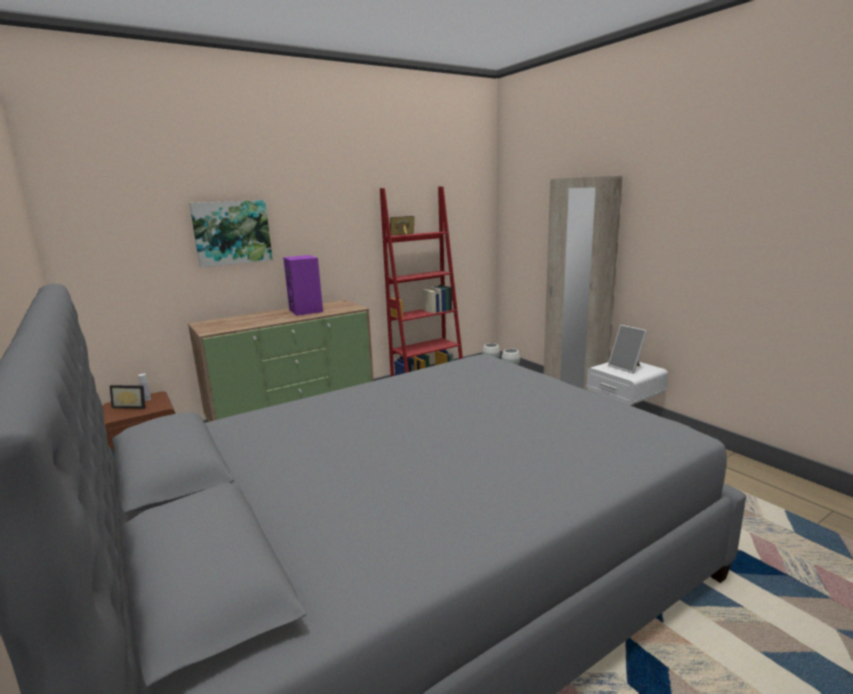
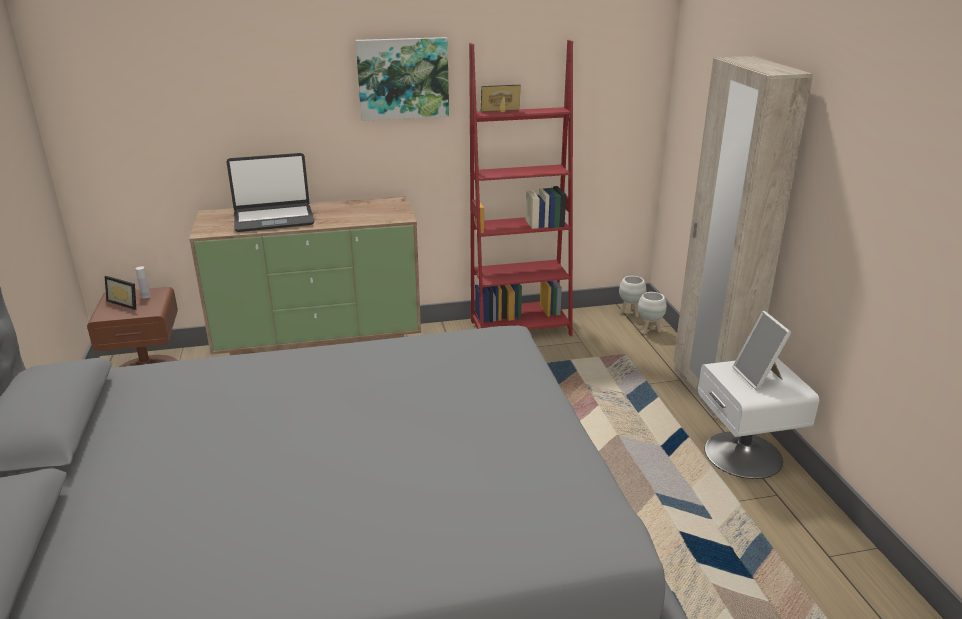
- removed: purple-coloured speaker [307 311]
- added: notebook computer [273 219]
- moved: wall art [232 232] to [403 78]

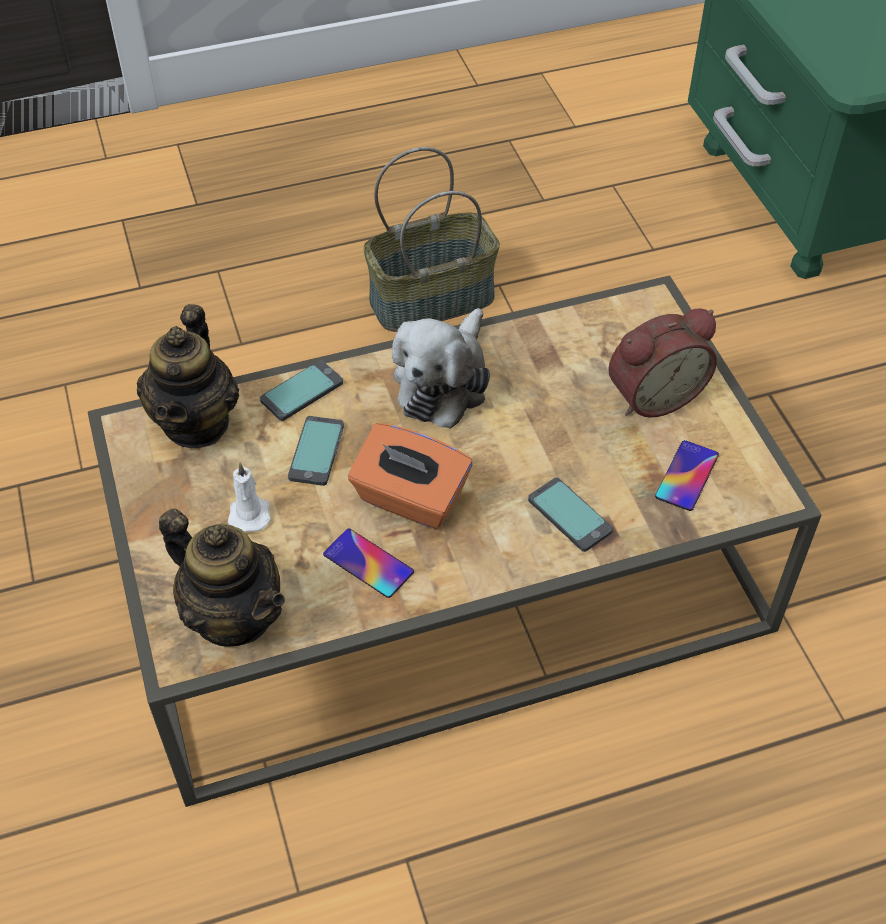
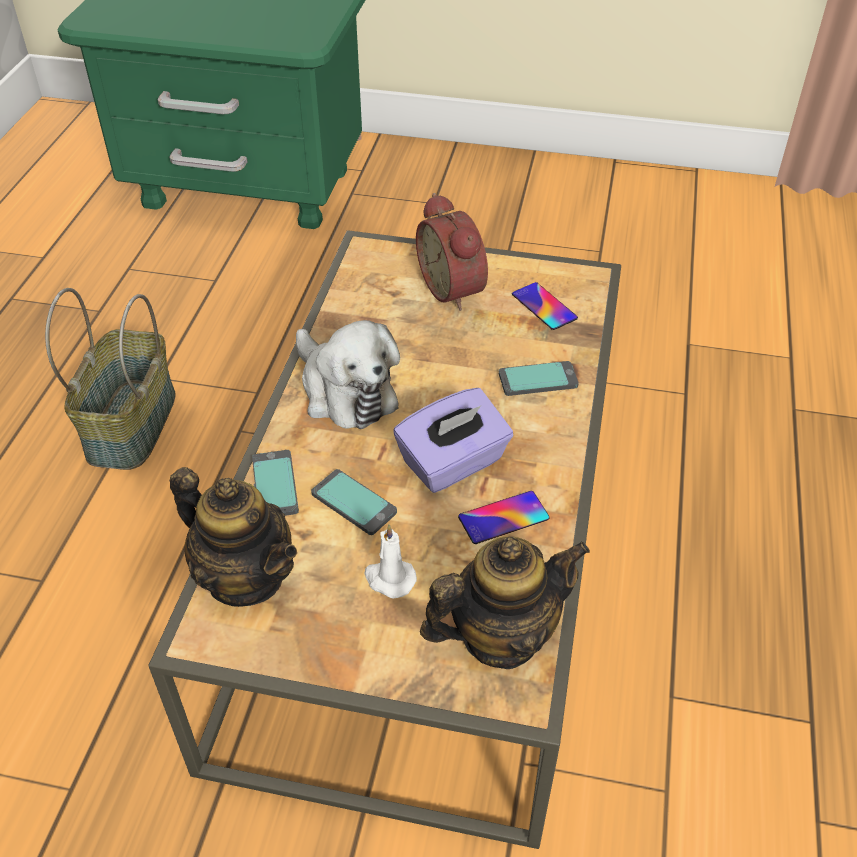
- recoloured: orange-coloured tissue box [410 498] to purple-coloured tissue box [453 463]
- turned: bedside clock [652 394] = [455 288] 150 degrees clockwise

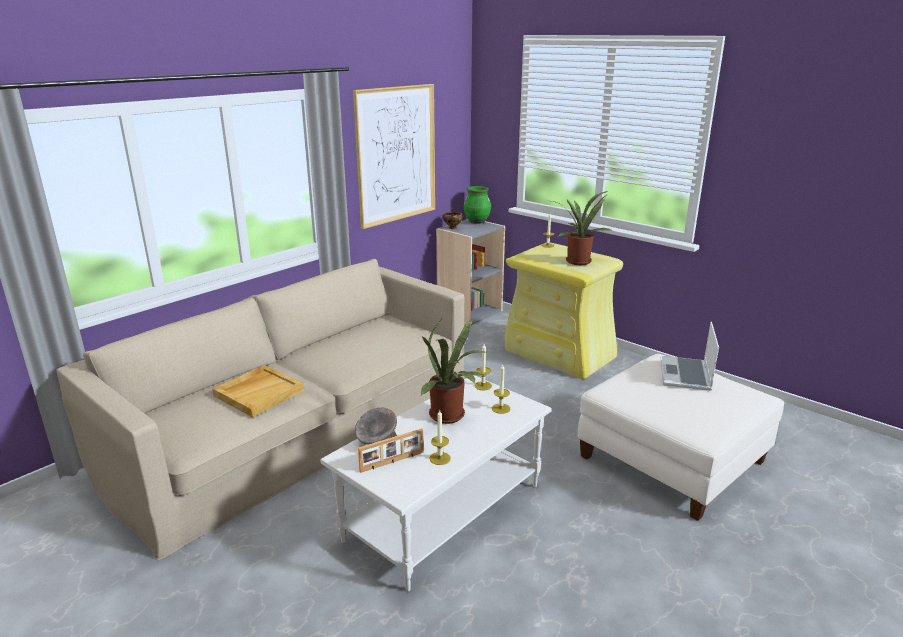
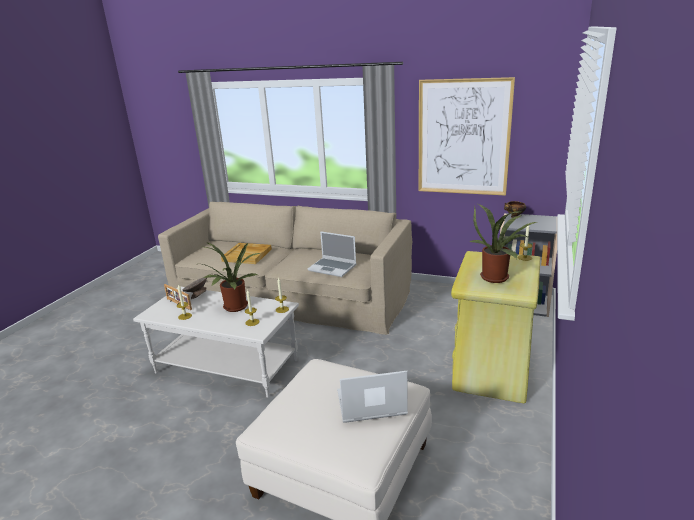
- removed: green-coloured flower vase [477 222]
- added: notebook computer [333 268]

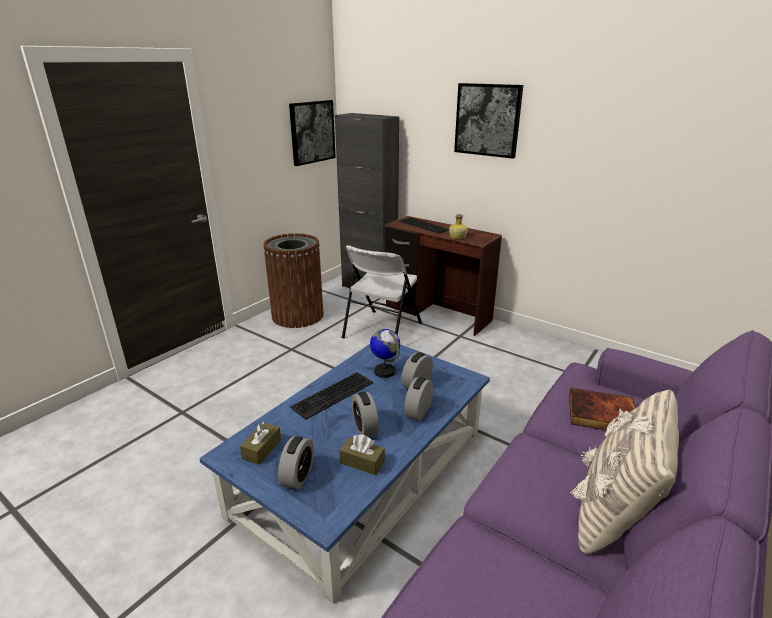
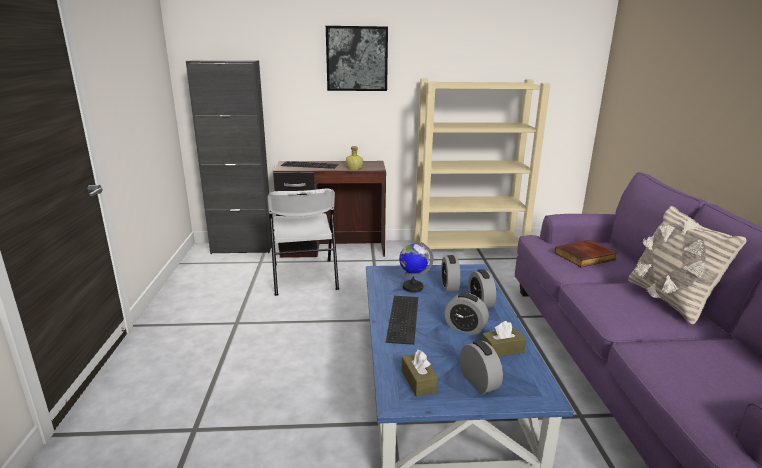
- removed: brown rubbish bin [298 315]
- removed: wall art [312 132]
- added: beige bookcase [468 250]

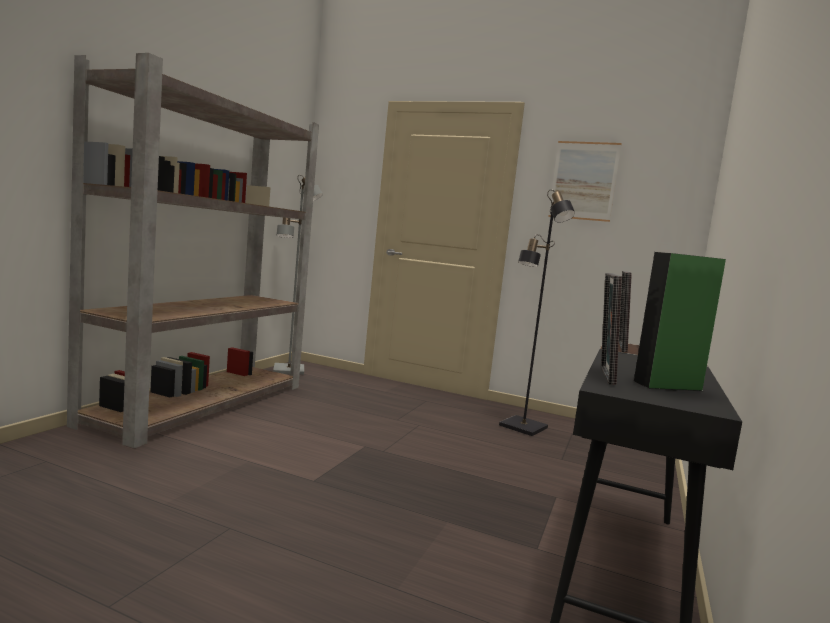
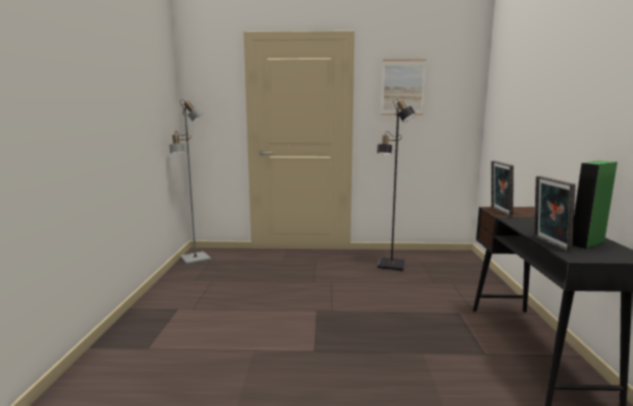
- removed: brown bookcase [201 404]

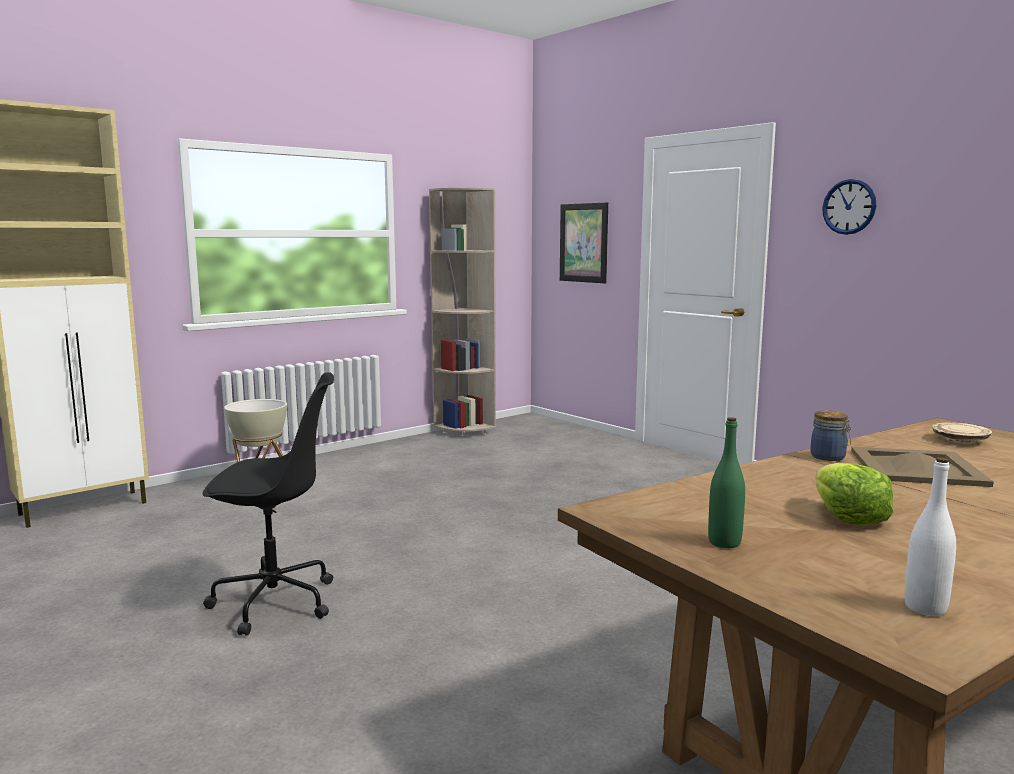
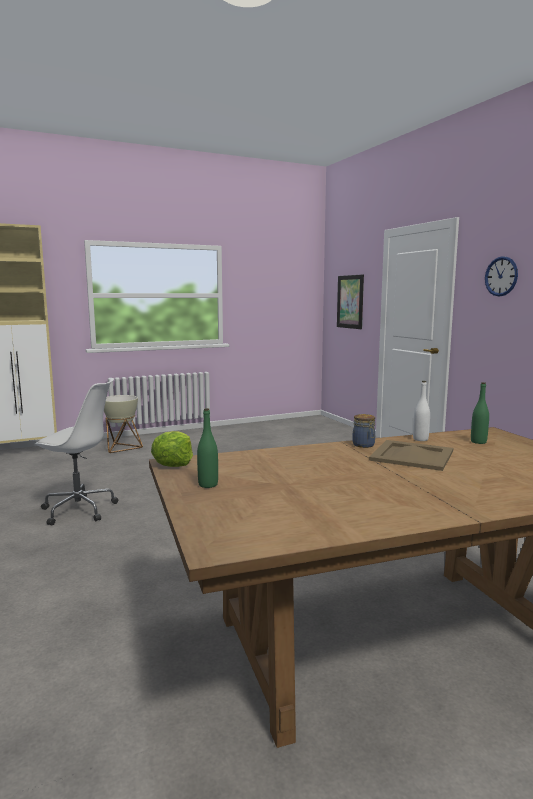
- removed: beige bookcase [464 432]
- moved: lettuce head [847 517] to [174 462]
- moved: white-coloured bottle [925 608] to [420 439]
- replaced: beige flat dish [960 440] to green-coloured bottle [478 442]
- recoloured: black desk chair [278 602] to white-coloured desk chair [81 510]

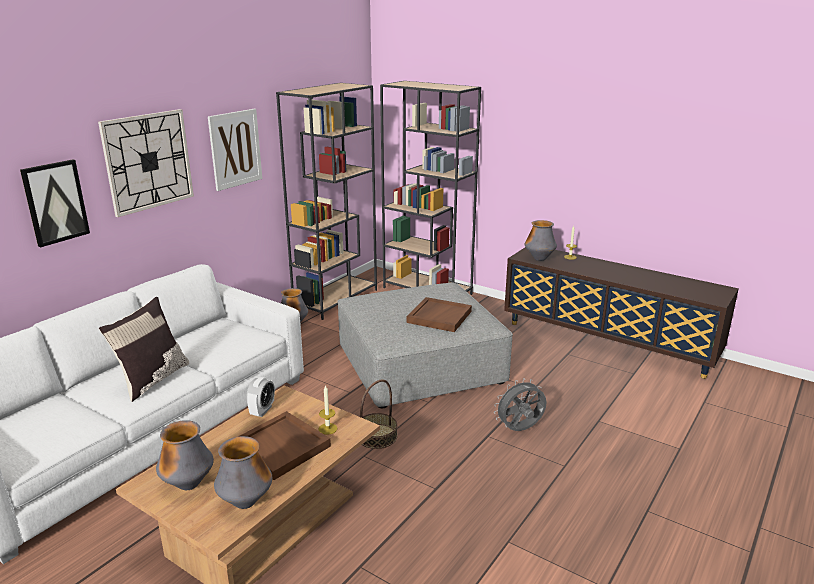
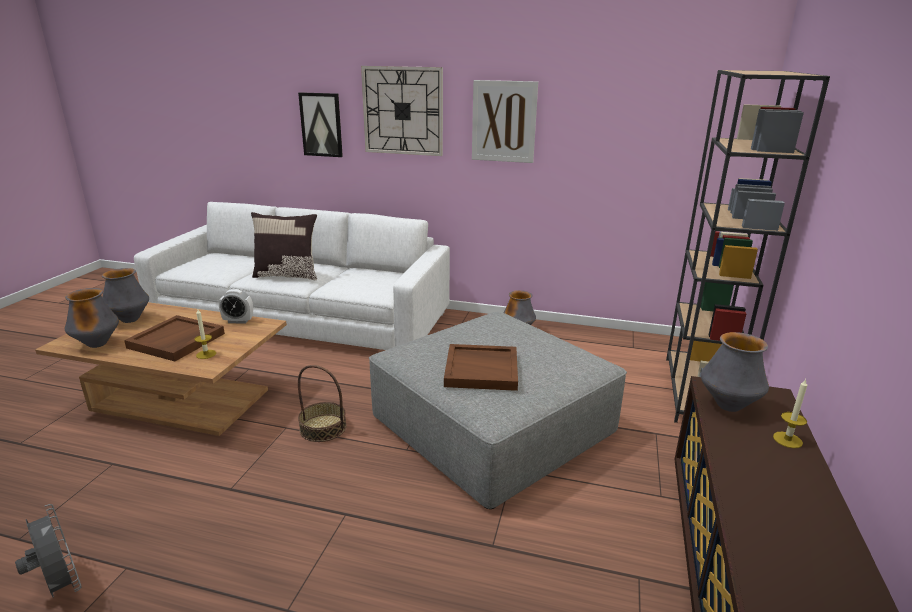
- removed: bookcase [336 299]
- moved: greyish fan [520 430] to [61 586]

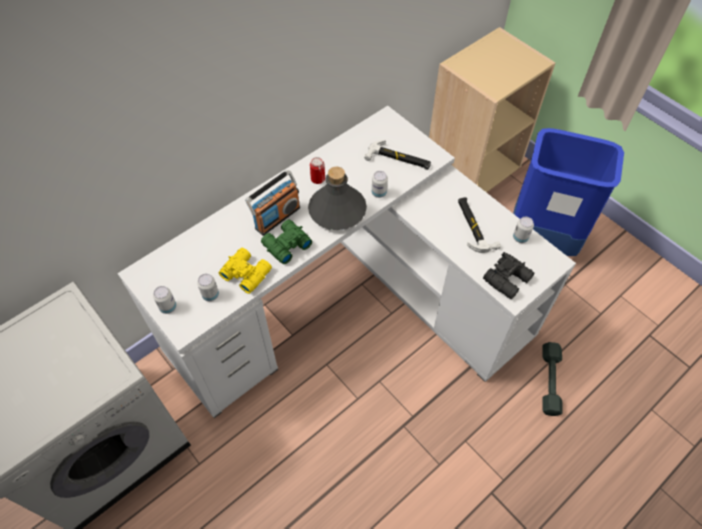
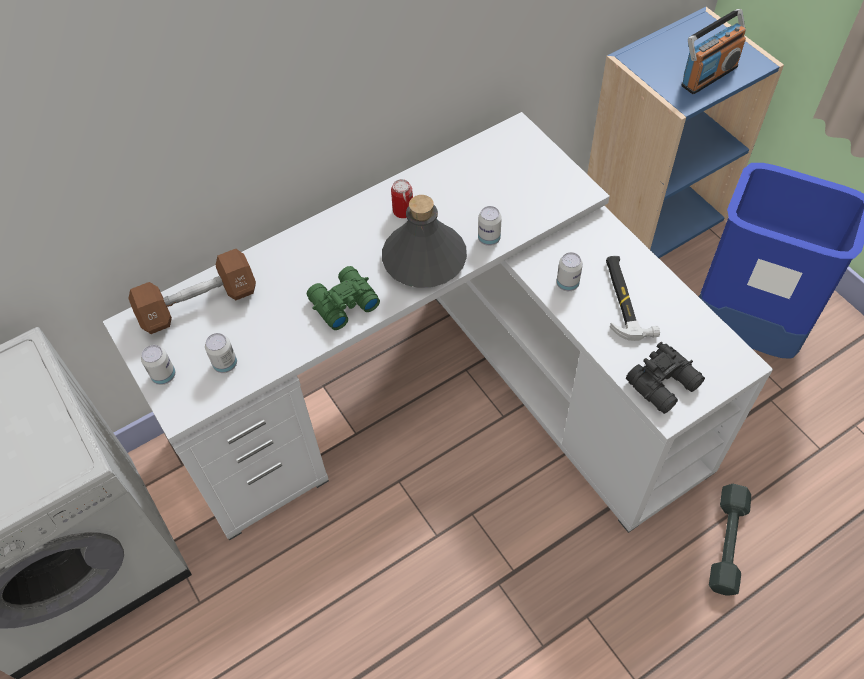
- removed: yellowish field glasses [246 273]
- removed: tool hammer [398 159]
- added: brown hand weight [199 304]
- moved: radio receiver [277 217] to [708 76]
- moved: metal can [520 238] to [567 284]
- recoloured: beige bookcase [472 166] to bluish bookcase [654 212]

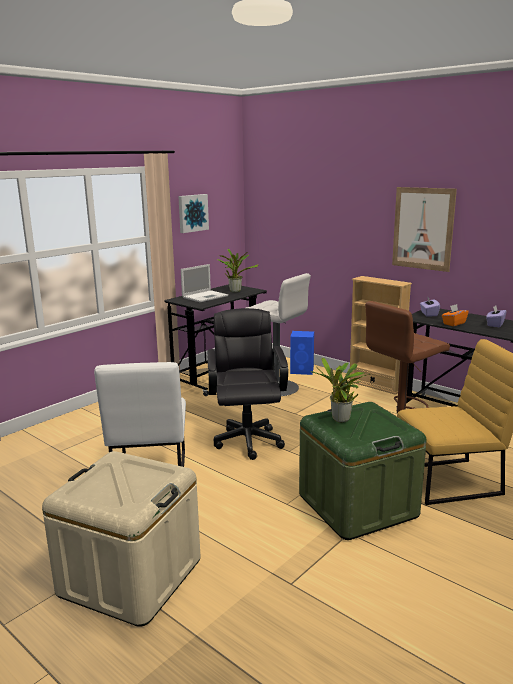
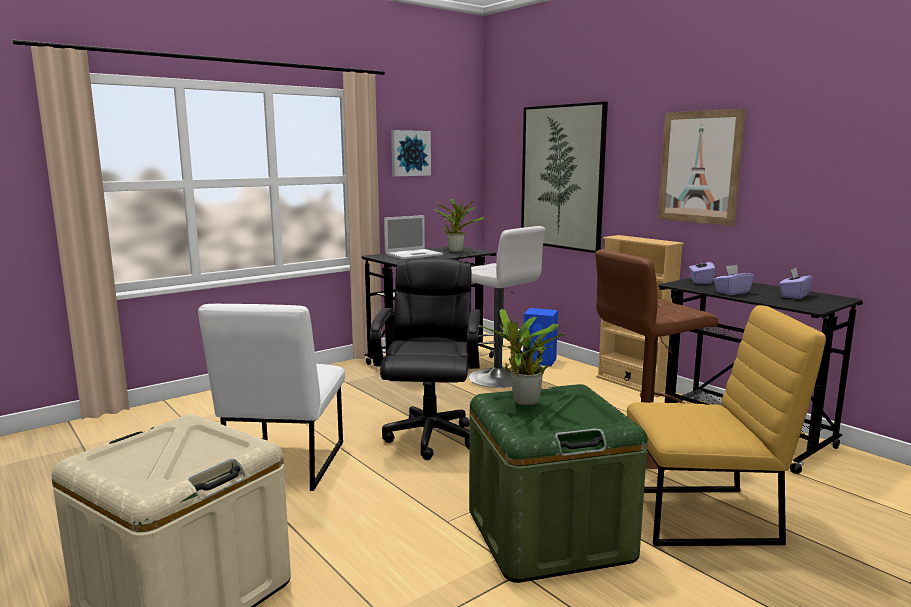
- added: wall art [562 177]
- recoloured: orange-coloured tissue box [453 323] to purple-coloured tissue box [731 292]

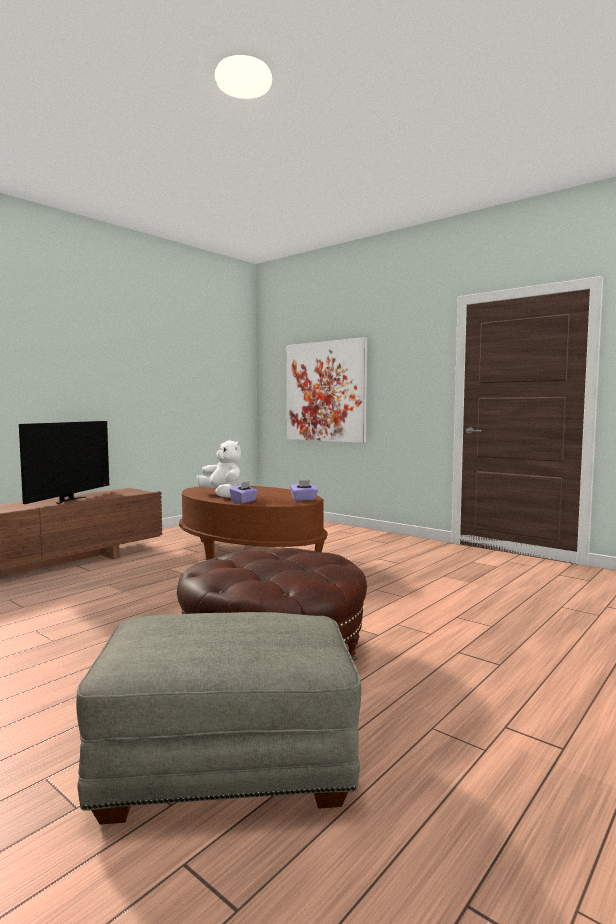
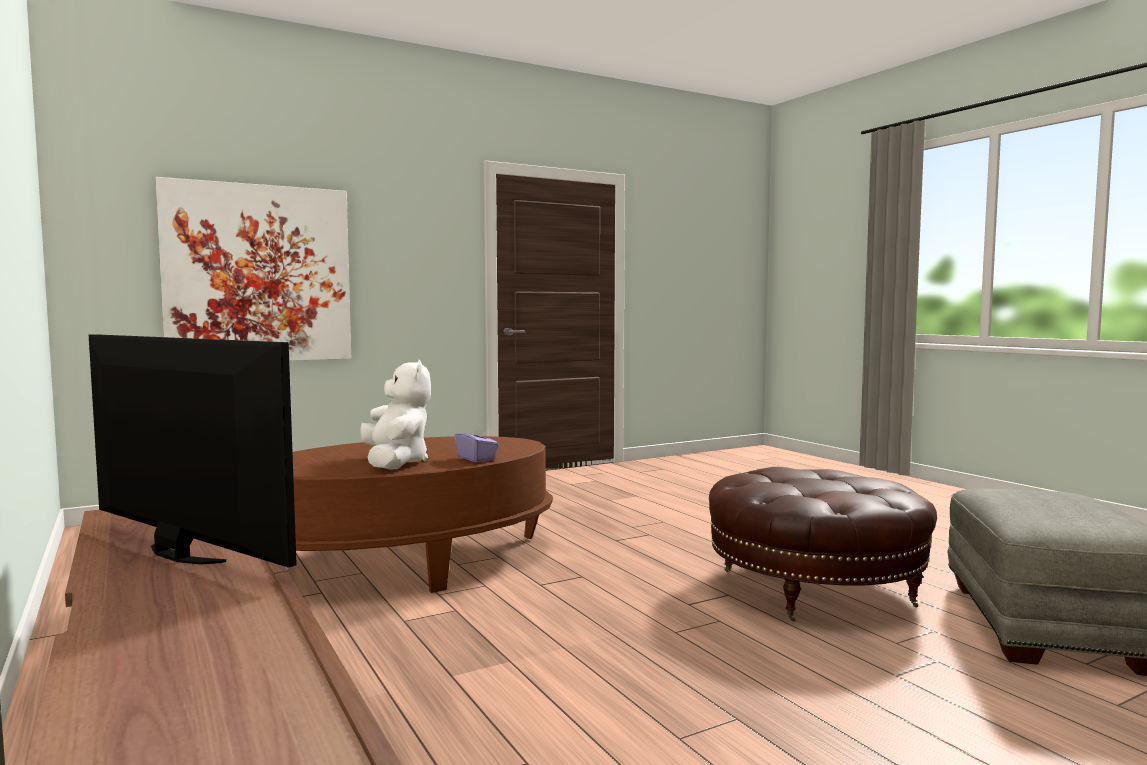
- removed: purple-coloured tissue box [304 499]
- turned: white-coloured plush toy [222 495] = [395 463] 90 degrees clockwise

